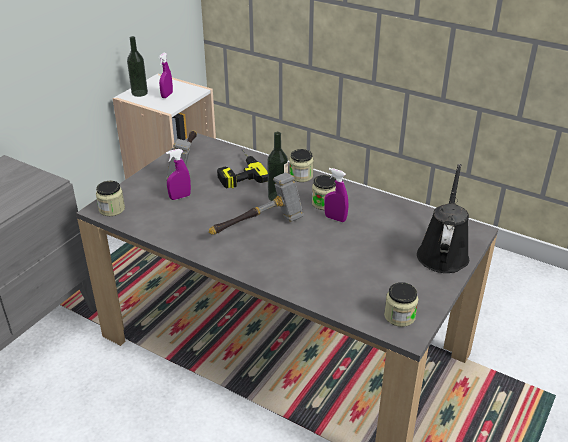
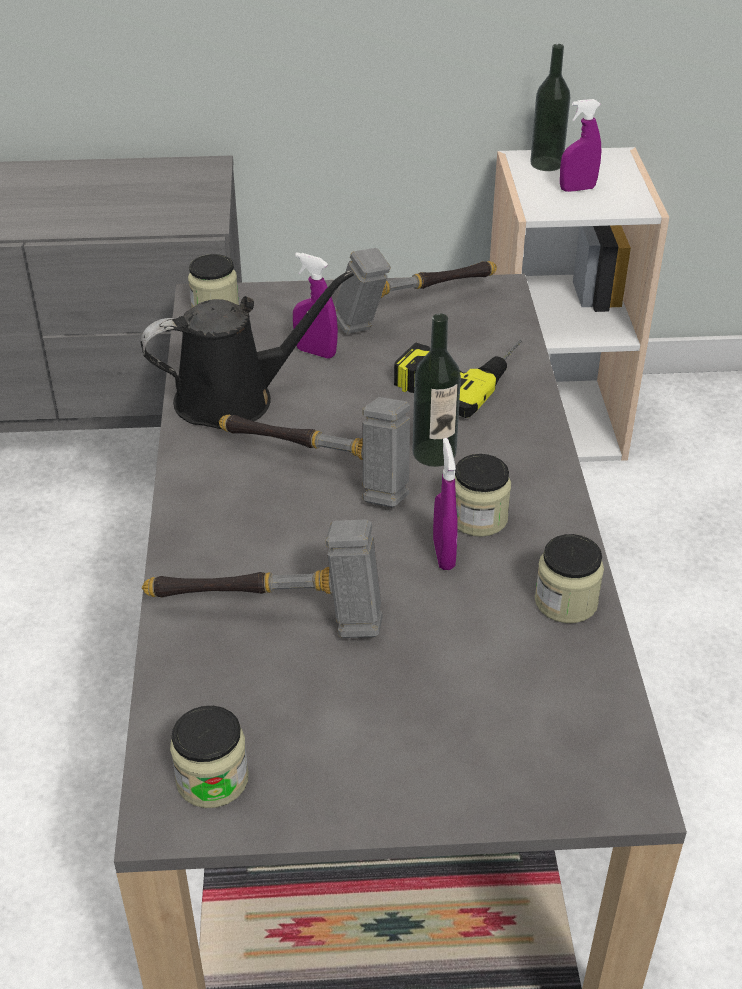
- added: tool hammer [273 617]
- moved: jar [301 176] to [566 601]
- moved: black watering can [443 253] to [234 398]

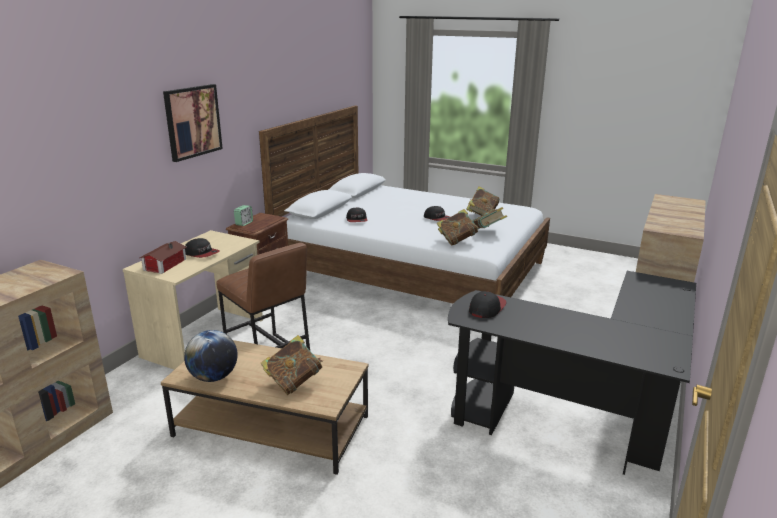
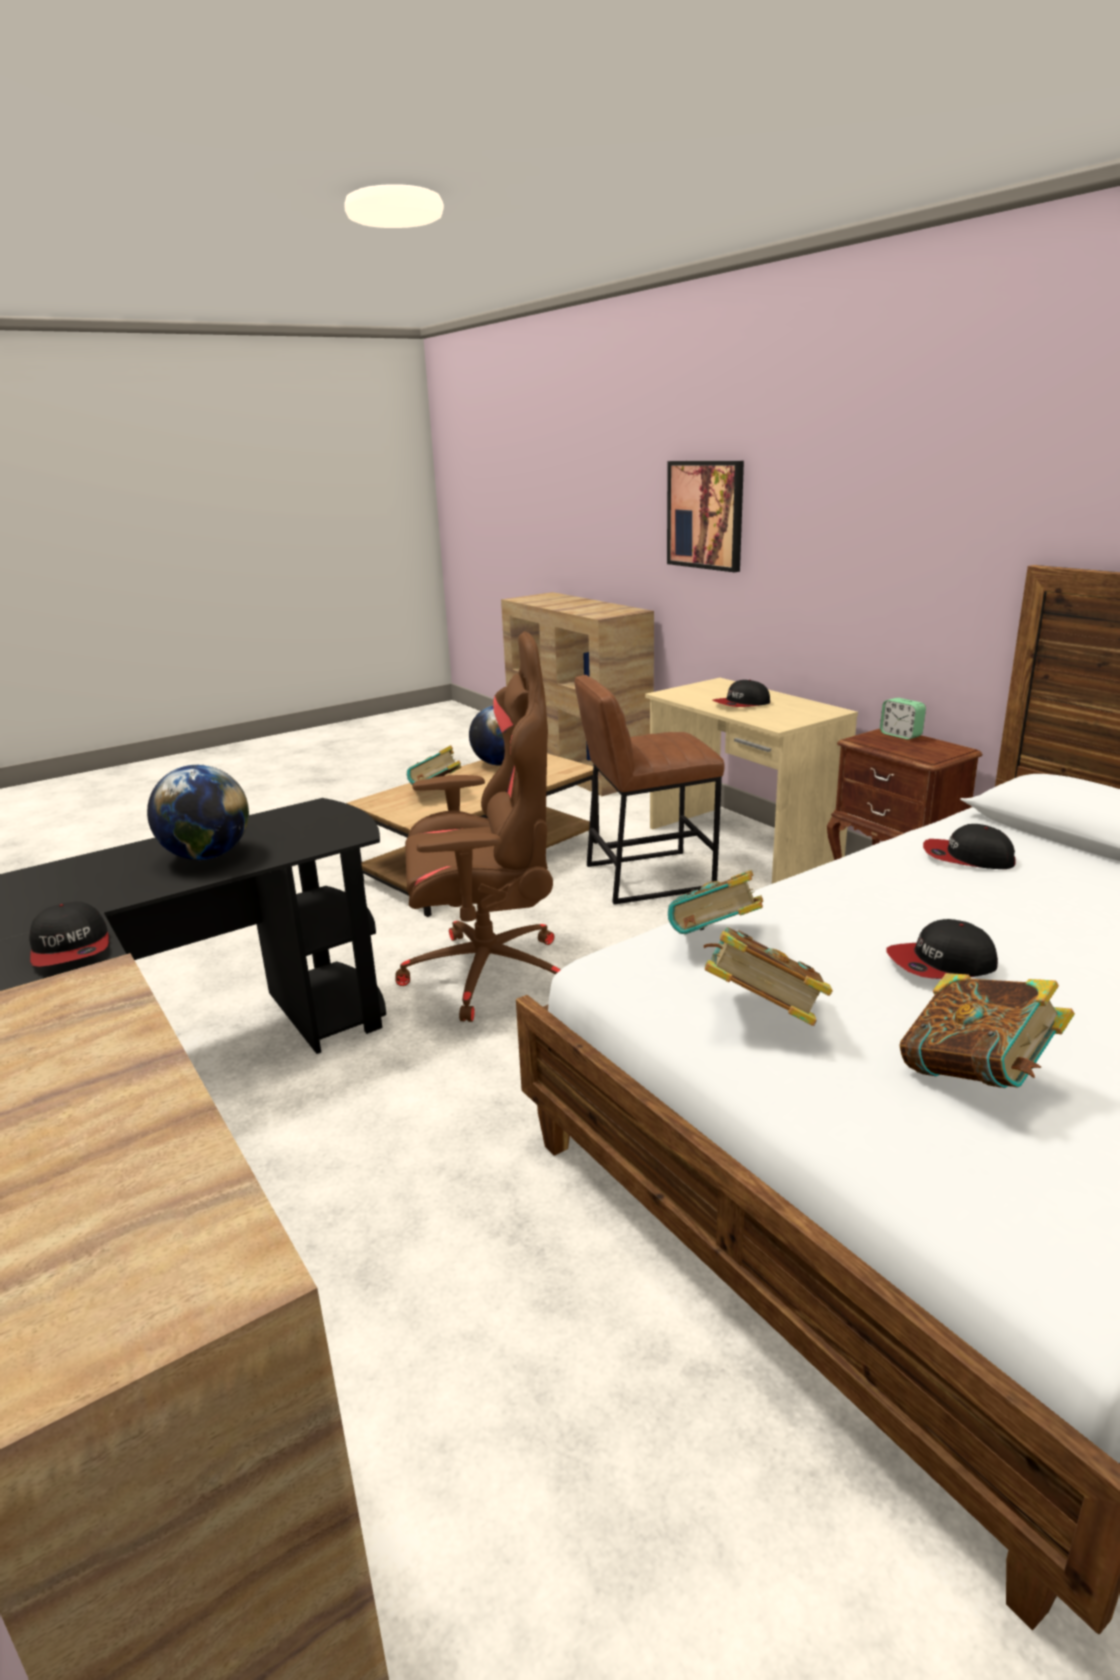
- removed: miniature house [163 265]
- added: globe [207 856]
- added: brown desk chair [485 974]
- moved: wall art [192 121] to [705 515]
- moved: cap [486 308] to [71 948]

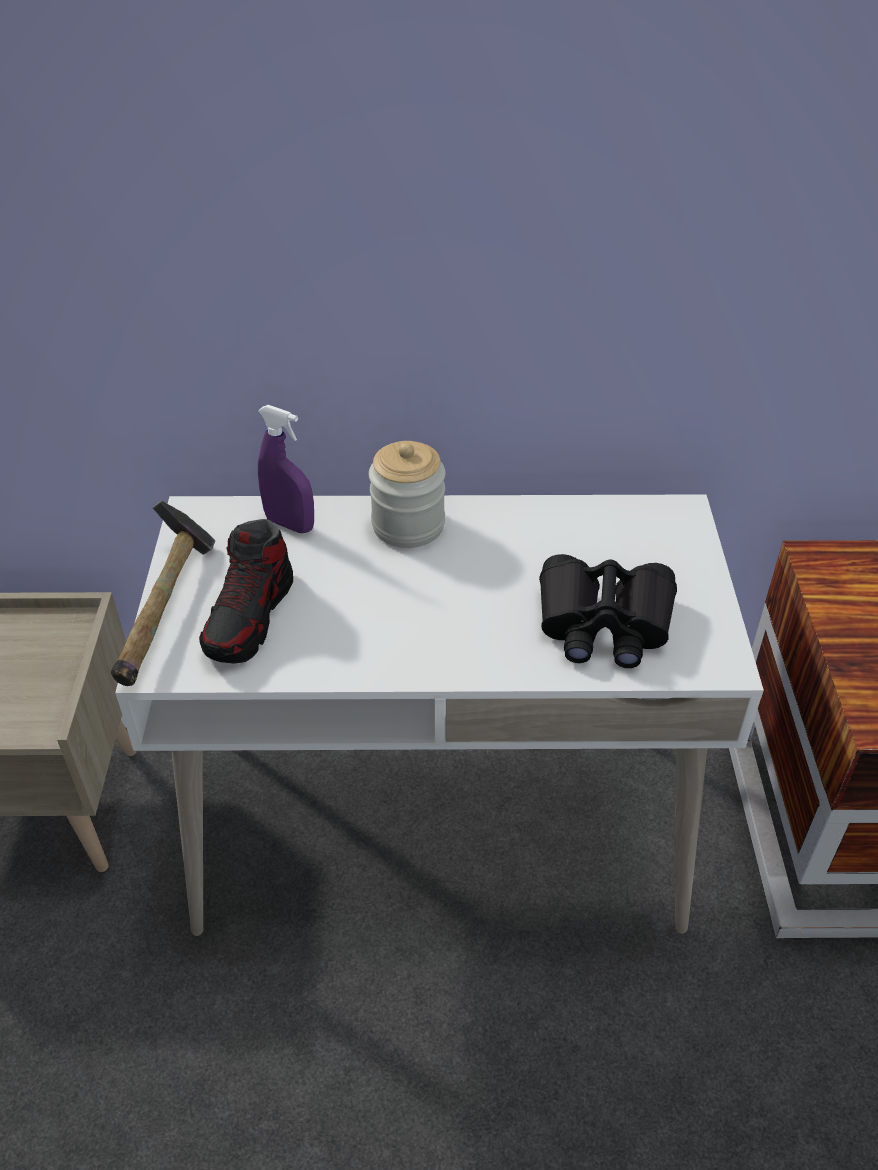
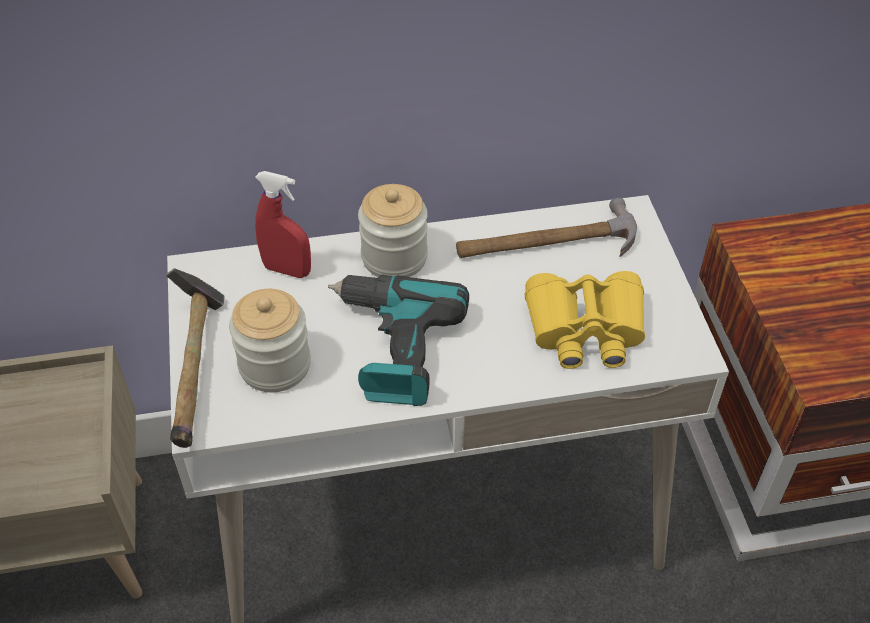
- added: drill [392 348]
- added: tool hammer [546 243]
- replaced: item of footwear [250 617] to jar [275 365]
- recoloured: purple-coloured hand sprayer [290 524] to red hand sprayer [287 270]
- recoloured: black field glasses [603 624] to yellowish field glasses [585 329]

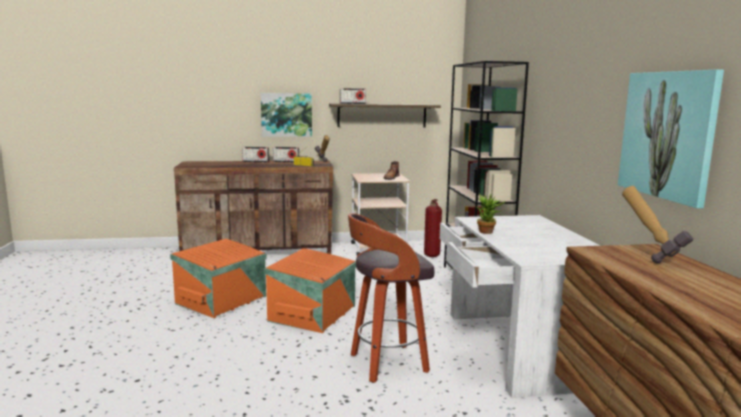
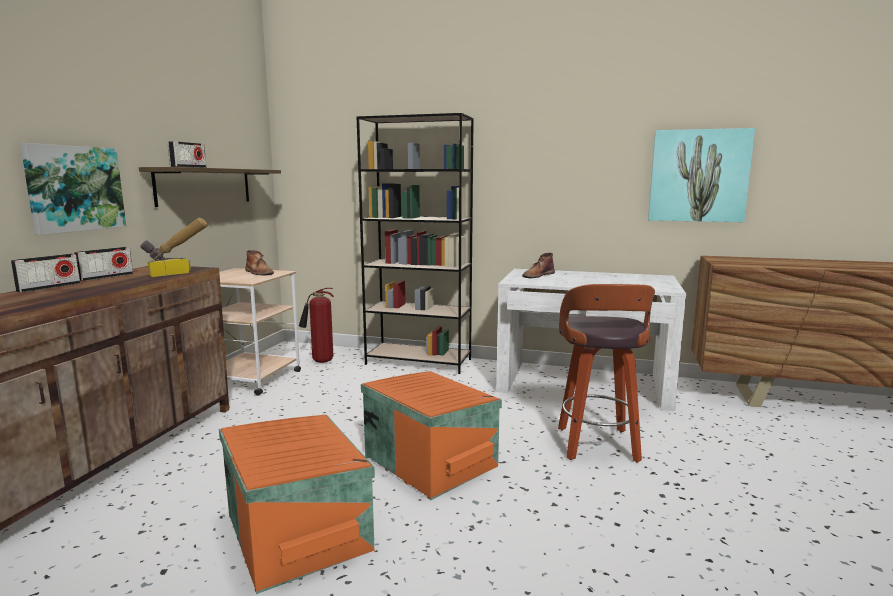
- removed: plant in a pot [488 232]
- removed: tool hammer [650 255]
- added: brown boot [537 275]

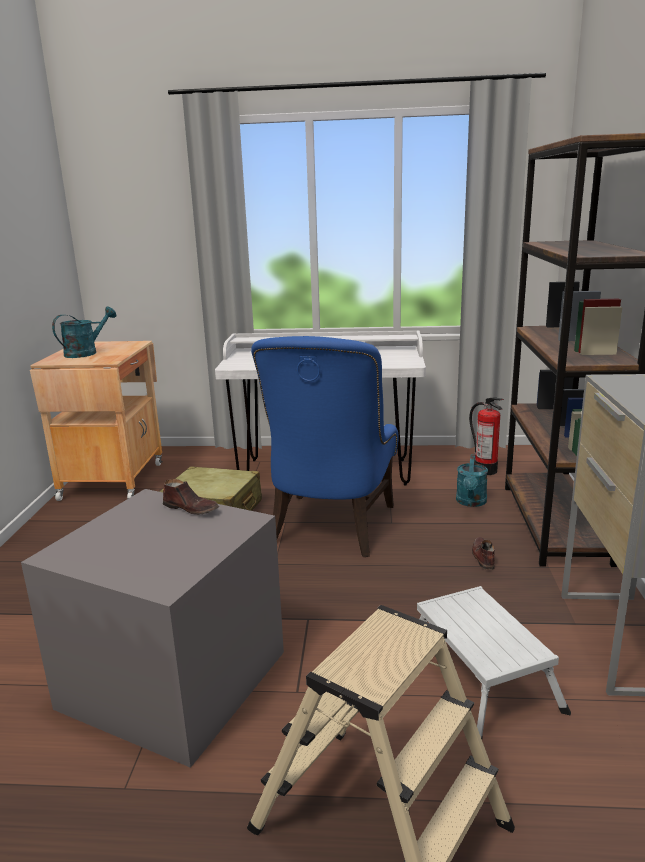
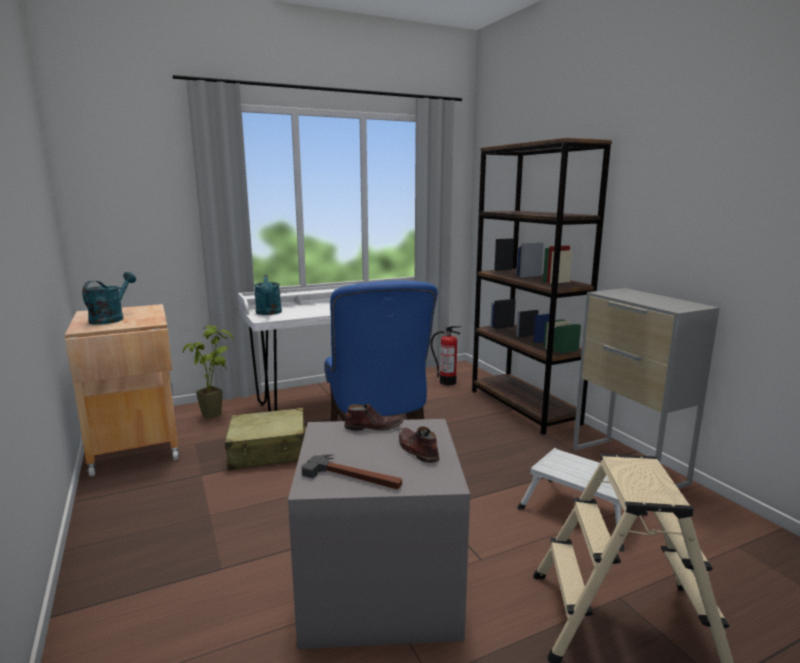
- added: plant in a pot [218 413]
- added: tool hammer [354 477]
- moved: blue-green watering can [471 502] to [269 313]
- moved: brown item of footwear [482 557] to [417 450]

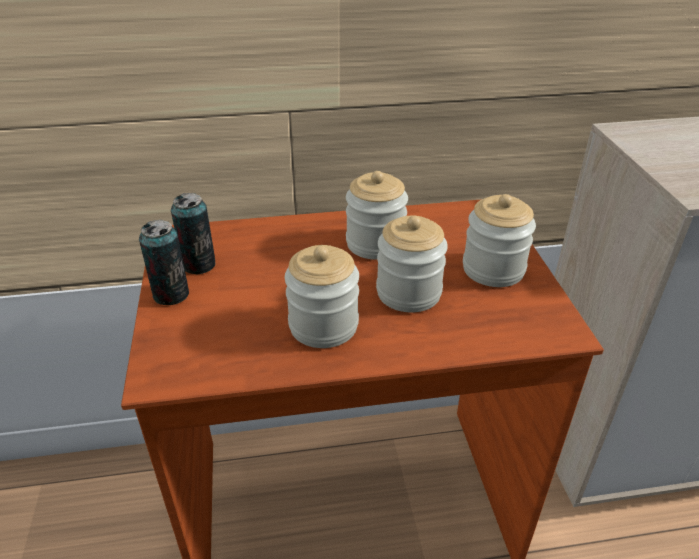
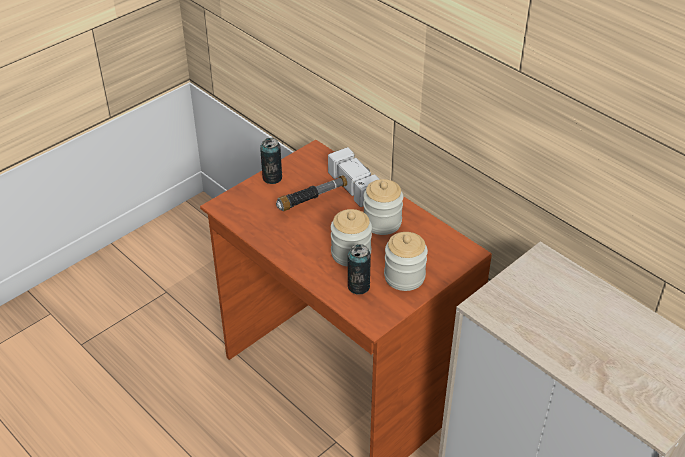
- removed: jar [323 325]
- added: tool hammer [323 197]
- moved: metal can [199 265] to [358 286]

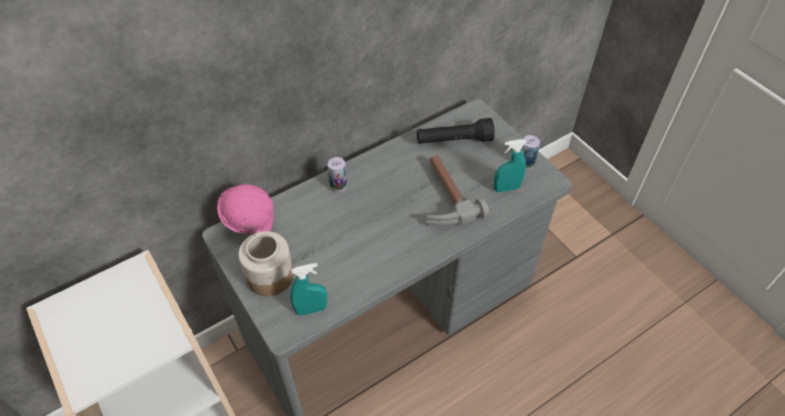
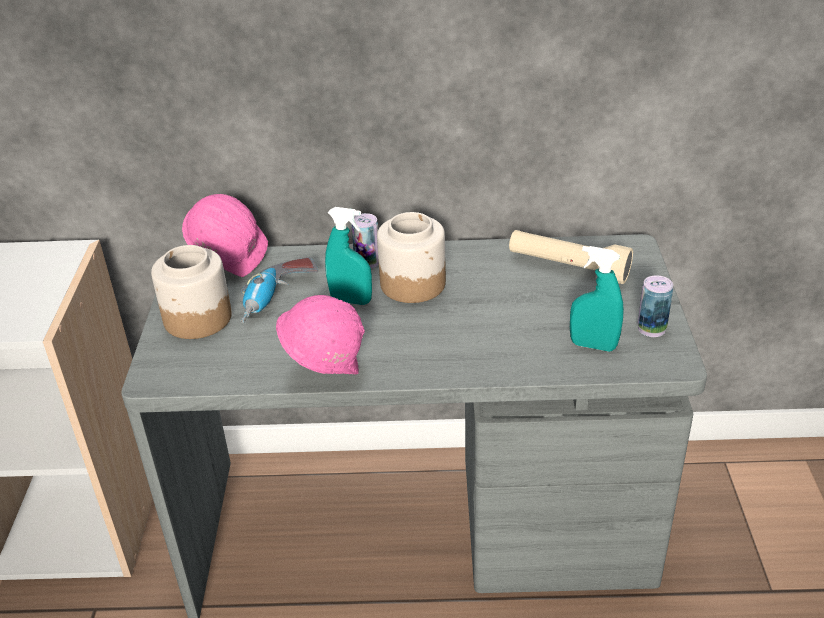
- removed: tool hammer [441 197]
- added: drill [277 300]
- added: pinkish hard hat [325 371]
- added: jar [413 283]
- moved: blue-green hand sprayer [311 309] to [351 300]
- recoloured: black hand torch [454 141] to beige hand torch [567 268]

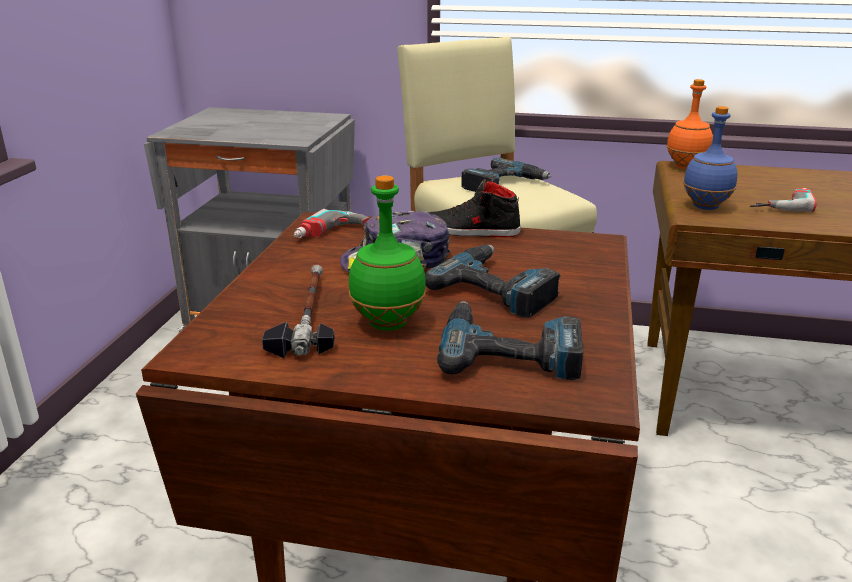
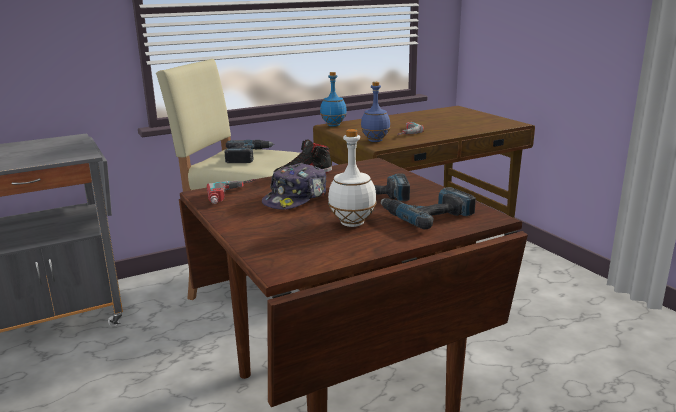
- removed: tool hammer [307 315]
- recoloured: green-coloured bottle [389 323] to white-coloured bottle [352 223]
- recoloured: orange-coloured bottle [686 167] to bluish bottle [334 125]

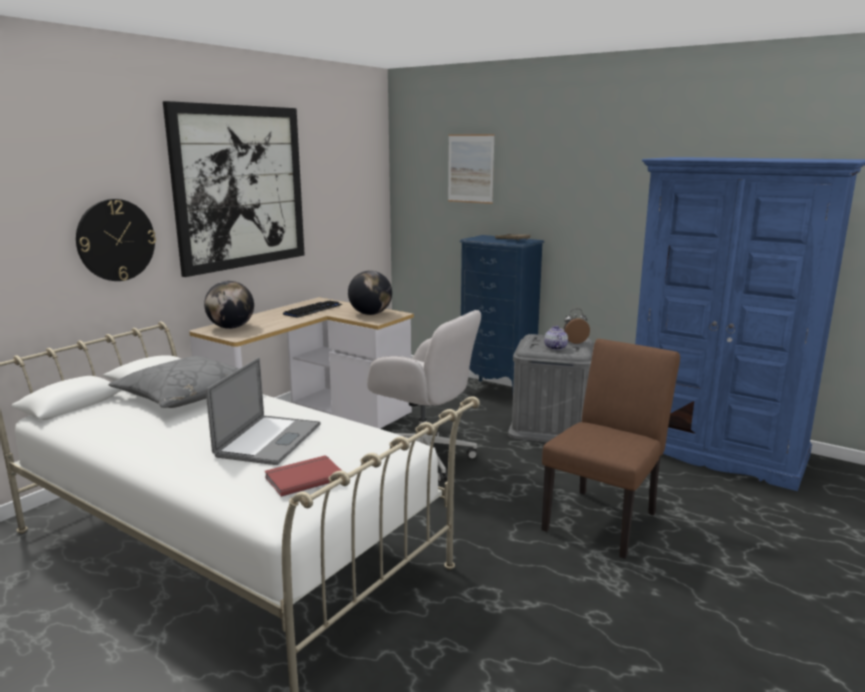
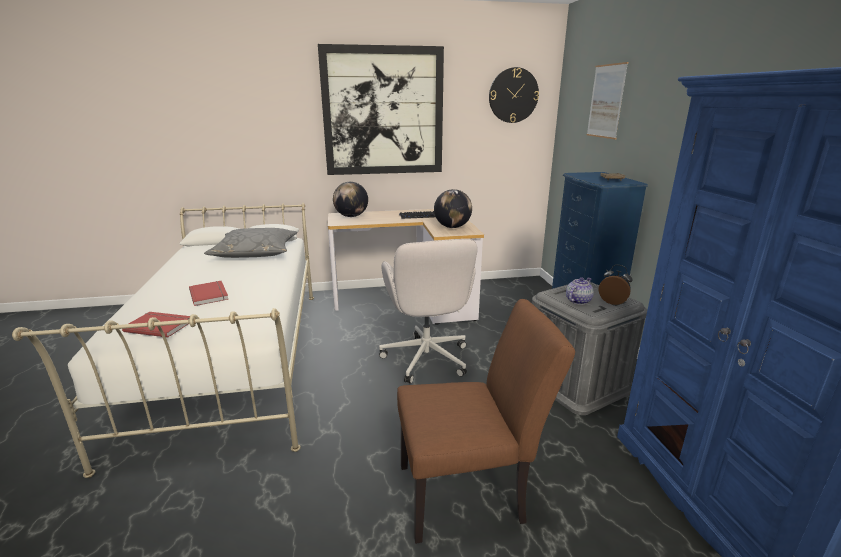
- moved: hanging clock [116 240] to [513 95]
- replaced: notebook computer [269 440] to red book [210 294]

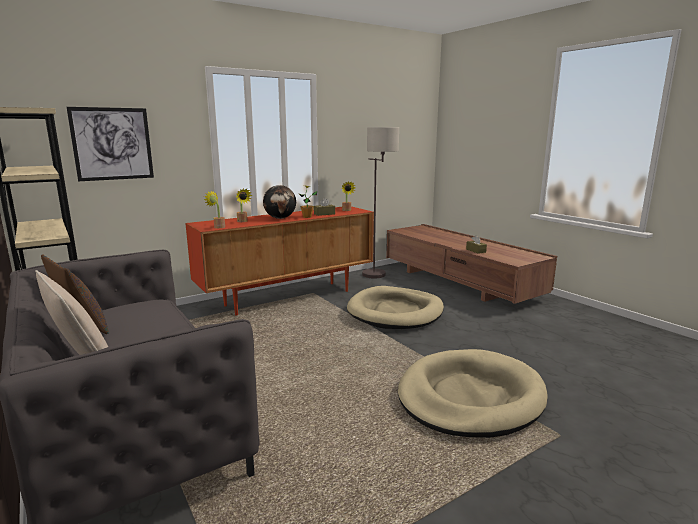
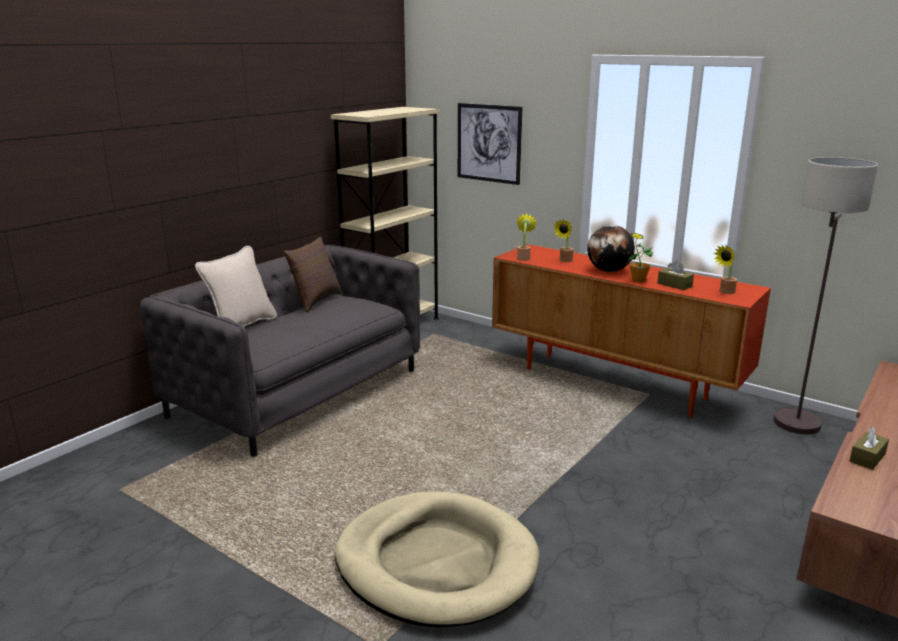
- removed: beige pet bed [395 312]

